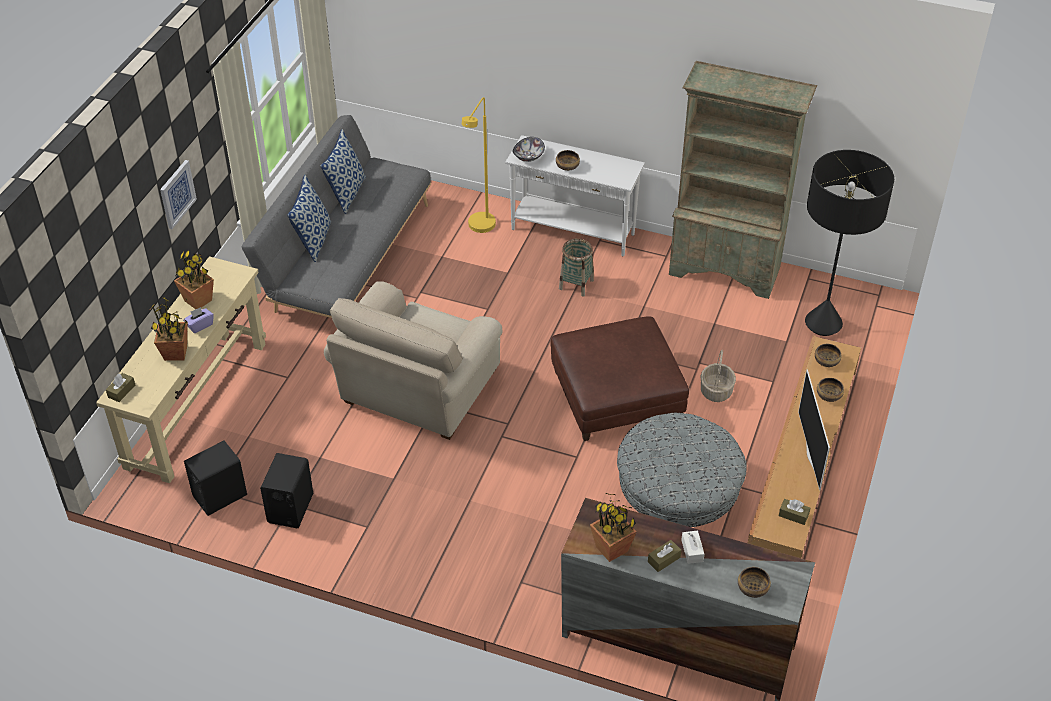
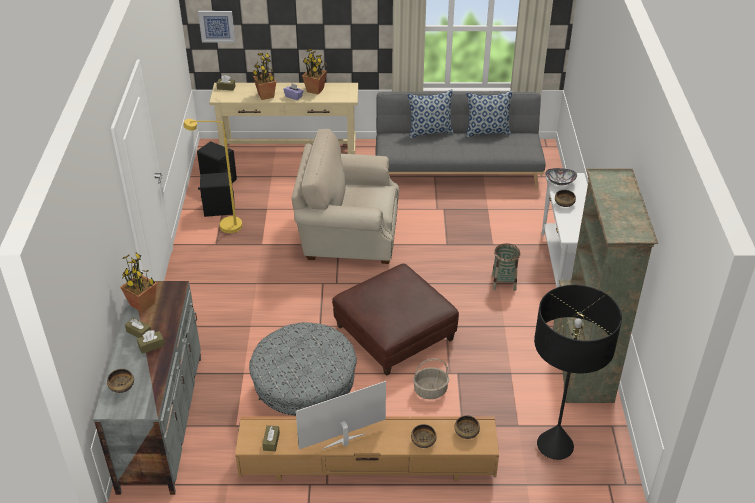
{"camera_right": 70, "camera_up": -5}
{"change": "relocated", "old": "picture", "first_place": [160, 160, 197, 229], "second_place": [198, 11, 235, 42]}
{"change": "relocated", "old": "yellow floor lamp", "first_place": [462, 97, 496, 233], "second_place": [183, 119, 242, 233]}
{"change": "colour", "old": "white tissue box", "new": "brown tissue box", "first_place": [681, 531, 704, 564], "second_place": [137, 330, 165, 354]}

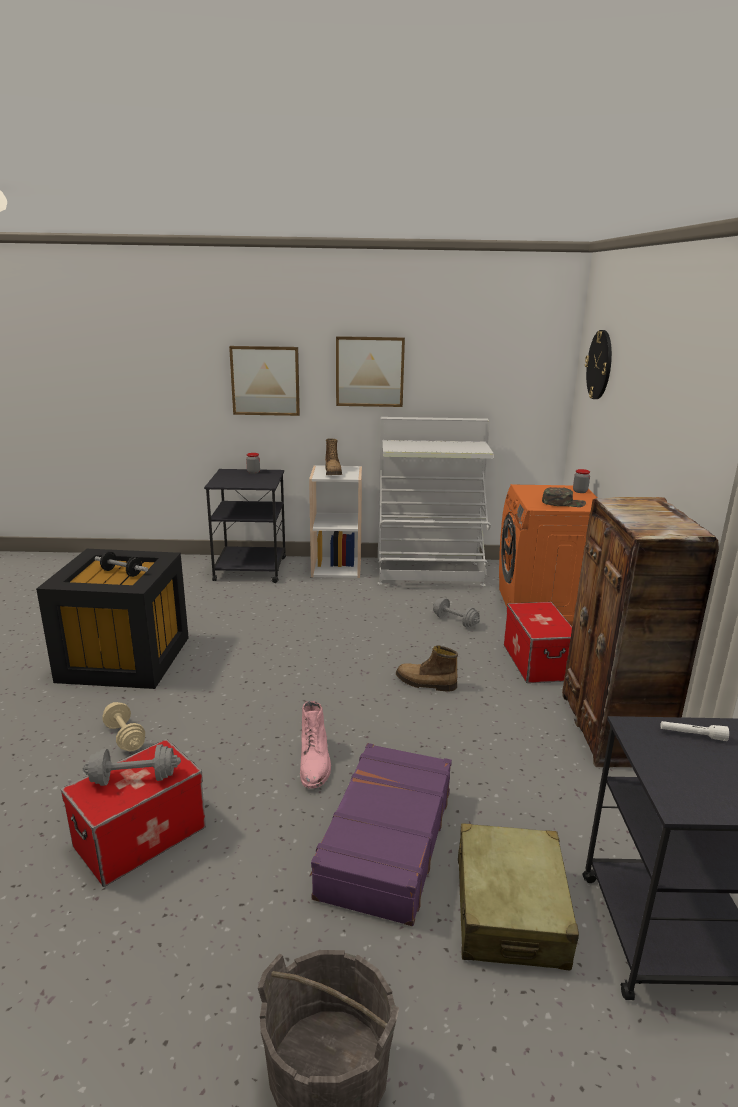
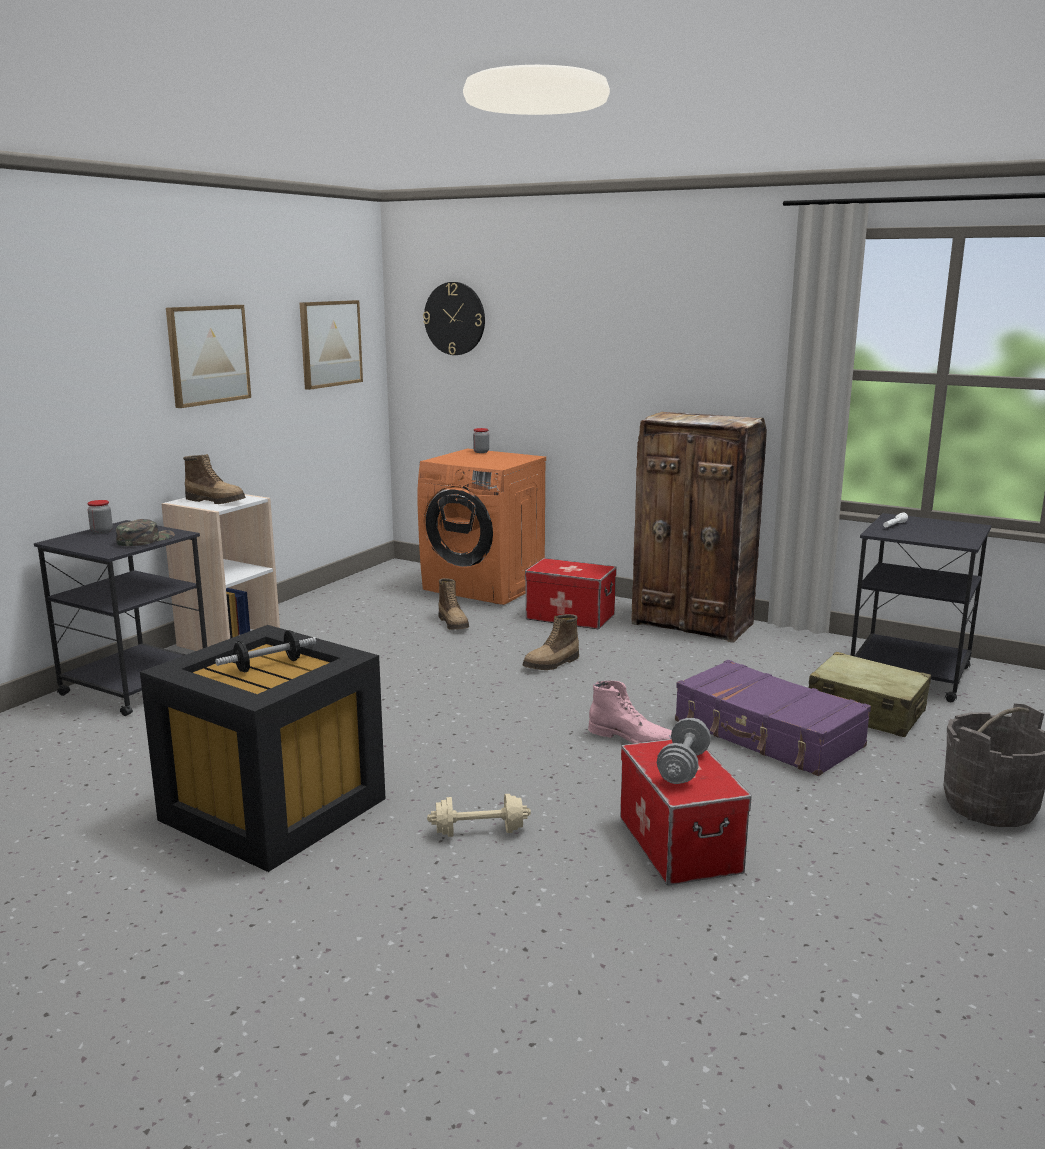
{"camera_right": -60, "camera_up": -5}
{"change": "relocated", "old": "picture", "first_place": [229, 346, 300, 416], "second_place": [300, 300, 363, 390]}
{"change": "missing", "old": "white shoe rack", "first_place": [378, 417, 494, 586]}
{"change": "exchanged", "old": "grey dumbbell", "new": "boot", "first_place": [433, 598, 480, 628], "second_place": [438, 578, 469, 630]}
{"change": "relocated", "old": "green cap", "first_place": [542, 487, 586, 507], "second_place": [116, 519, 175, 546]}

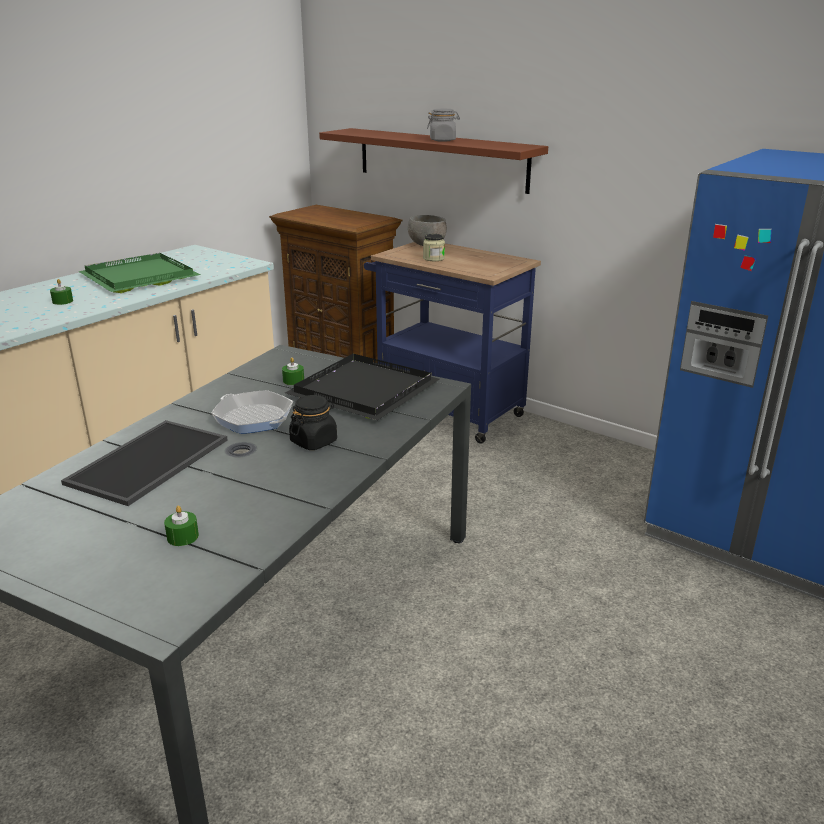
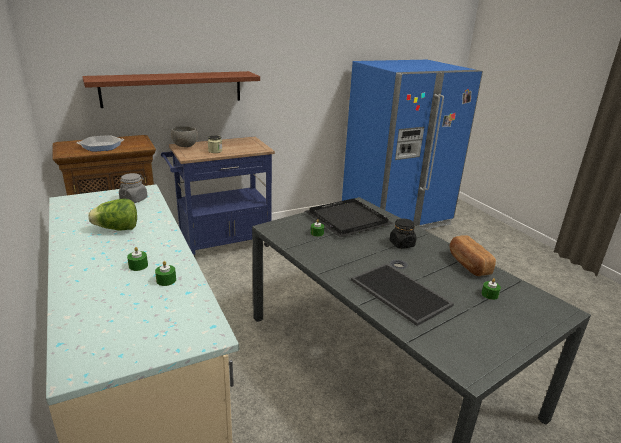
{"camera_right": -65, "camera_up": 0}
{"change": "exchanged", "old": "green tray", "new": "lettuce", "first_place": [78, 253, 201, 293], "second_place": [88, 198, 137, 230]}
{"change": "relocated", "old": "frying pan", "first_place": [211, 390, 293, 434], "second_place": [77, 135, 124, 152]}
{"change": "relocated", "old": "grey jar", "first_place": [427, 109, 460, 142], "second_place": [119, 173, 148, 203]}
{"change": "appeared", "new": "green candle", "second_place": [155, 261, 176, 286]}
{"change": "appeared", "new": "bread", "second_place": [449, 235, 496, 276]}

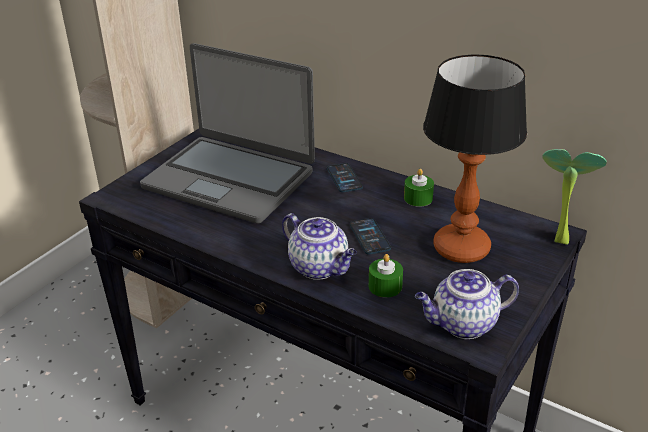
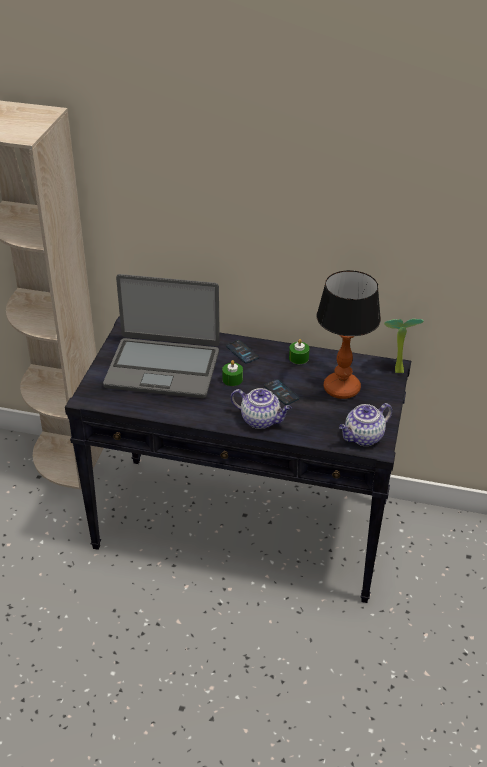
{"camera_right": -20, "camera_up": 5}
{"change": "relocated", "old": "green candle", "first_place": [369, 254, 403, 297], "second_place": [222, 360, 243, 386]}

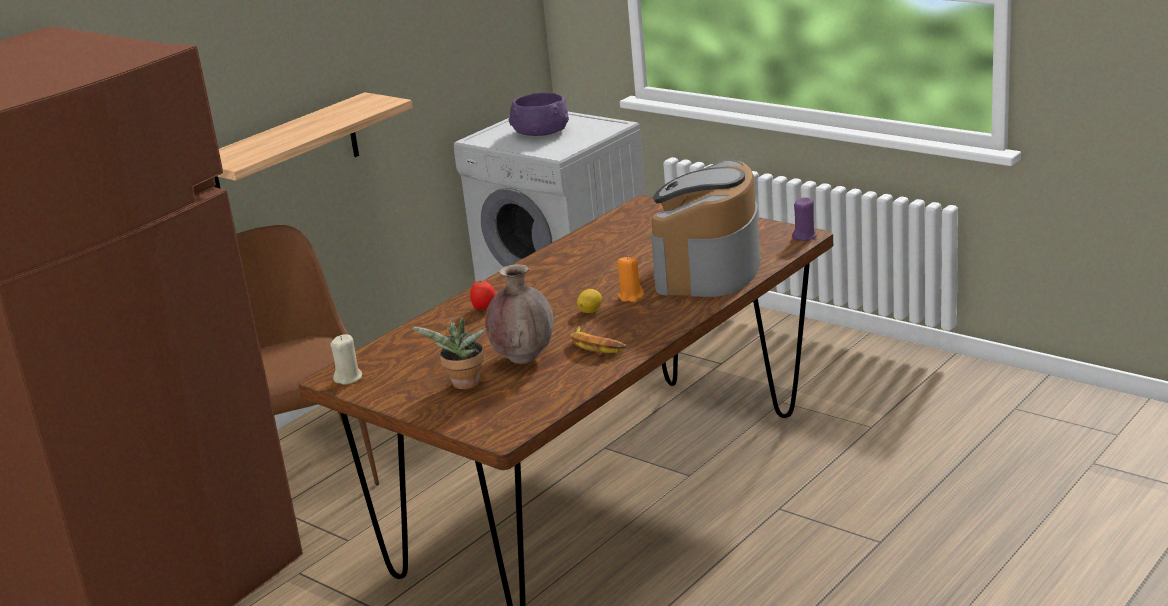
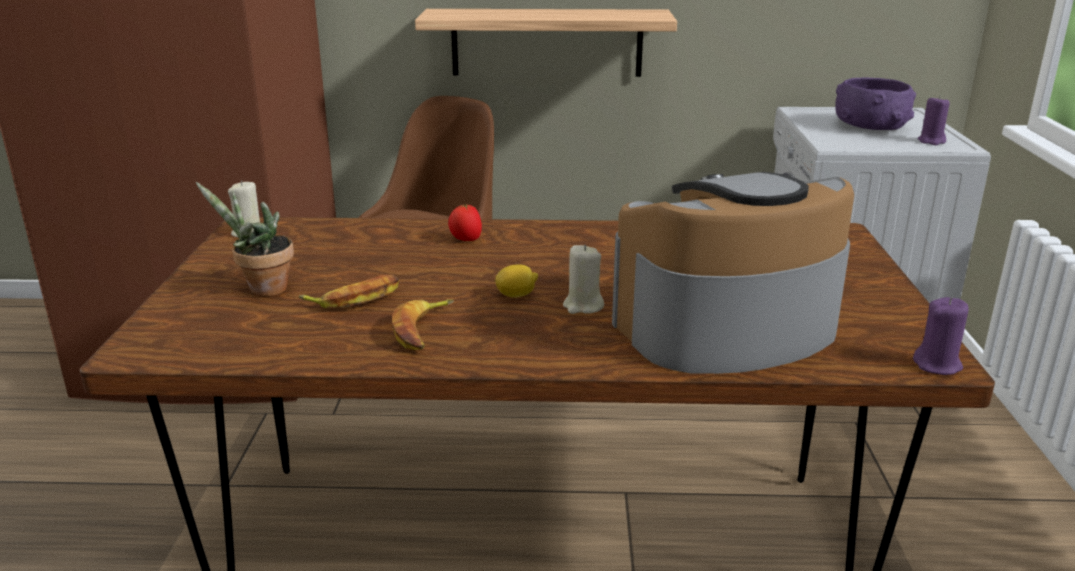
{"camera_right": 50, "camera_up": 0}
{"change": "exchanged", "old": "brown vase", "new": "banana", "first_place": [485, 264, 553, 364], "second_place": [299, 274, 399, 308]}
{"change": "colour", "old": "orange candle", "new": "beige candle", "first_place": [618, 256, 644, 302], "second_place": [563, 245, 604, 314]}
{"change": "appeared", "new": "purple candle", "second_place": [918, 96, 950, 145]}

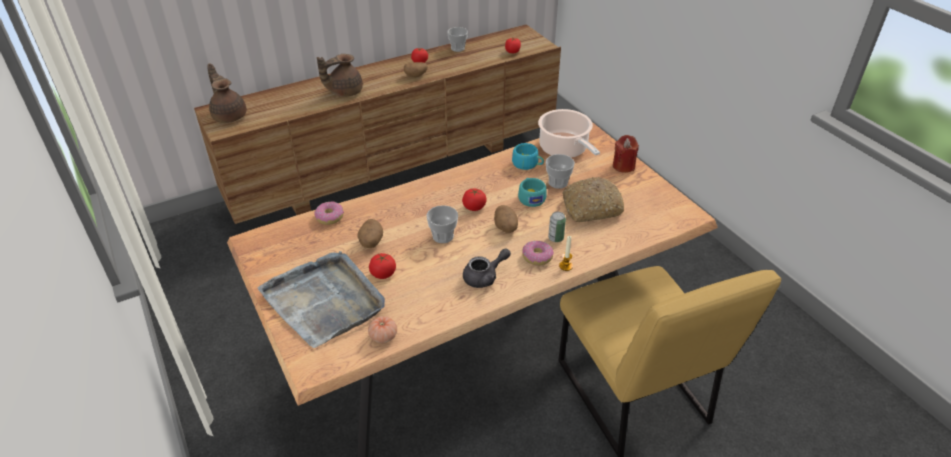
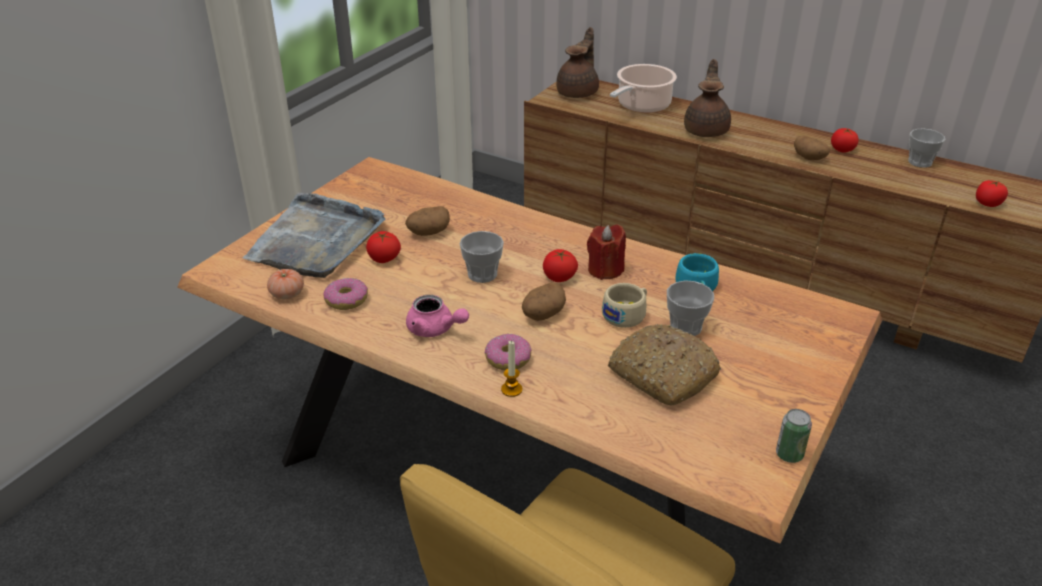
{"camera_right": 60, "camera_up": -5}
{"change": "relocated", "old": "donut", "first_place": [314, 201, 344, 225], "second_place": [323, 278, 368, 310]}
{"change": "spun", "old": "brown teapot", "first_place": [317, 54, 363, 97], "second_place": [684, 59, 731, 137], "degrees": 75}
{"change": "colour", "old": "grey teapot", "new": "pink teapot", "first_place": [463, 248, 511, 288], "second_place": [406, 295, 469, 337]}
{"change": "colour", "old": "turquoise cup", "new": "beige cup", "first_place": [518, 178, 547, 207], "second_place": [602, 283, 647, 328]}
{"change": "relocated", "old": "cooking pot", "first_place": [538, 109, 600, 158], "second_place": [610, 64, 677, 113]}
{"change": "relocated", "old": "can", "first_place": [548, 212, 566, 242], "second_place": [776, 409, 812, 463]}
{"change": "relocated", "old": "red candle", "first_place": [613, 135, 639, 173], "second_place": [587, 224, 626, 280]}

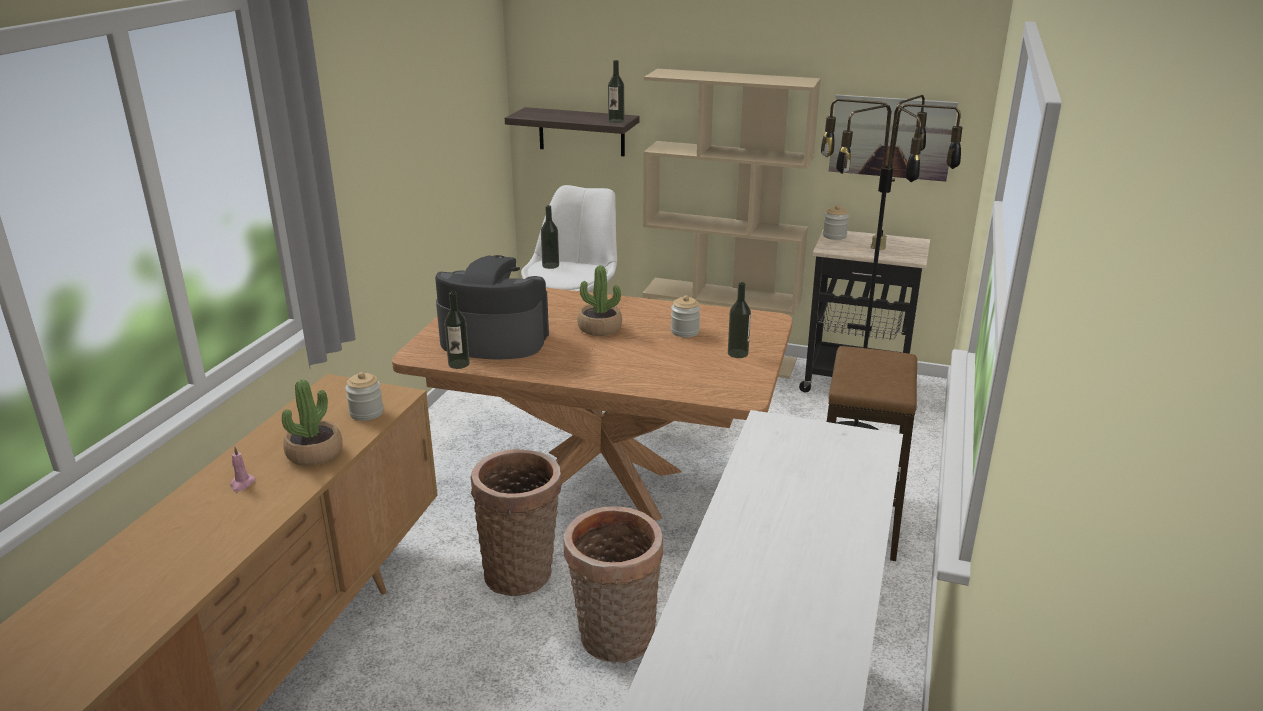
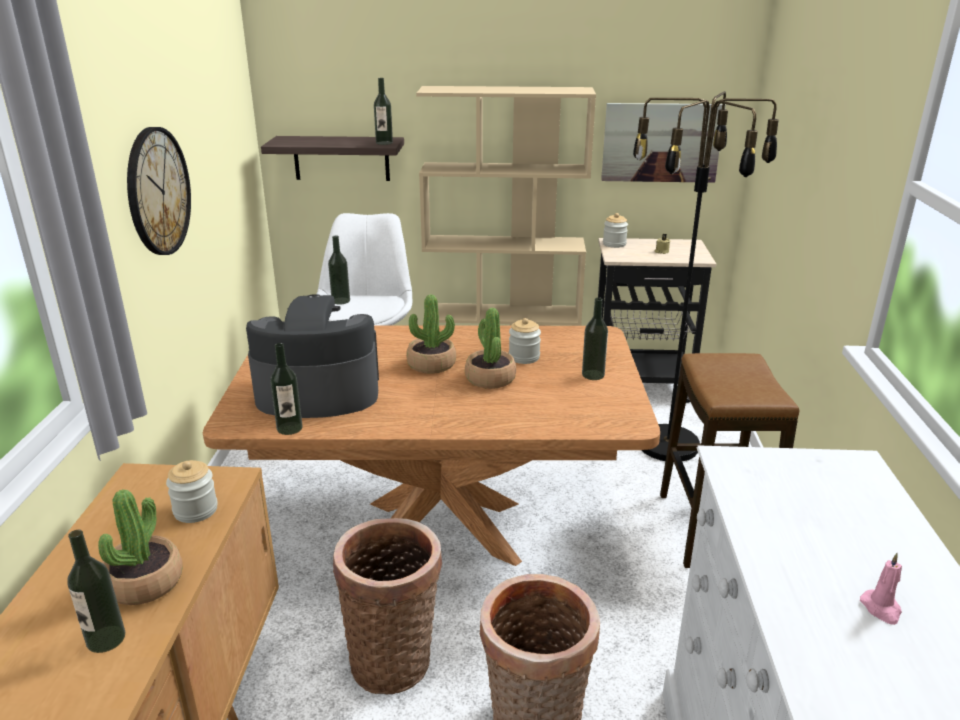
{"camera_right": -15, "camera_up": 0}
{"change": "relocated", "old": "pink candle", "first_place": [230, 447, 256, 492], "second_place": [860, 553, 902, 625]}
{"change": "appeared", "new": "bottle", "second_place": [67, 530, 125, 653]}
{"change": "appeared", "new": "wall clock", "second_place": [127, 127, 191, 255]}
{"change": "appeared", "new": "potted plant", "second_place": [465, 308, 516, 389]}

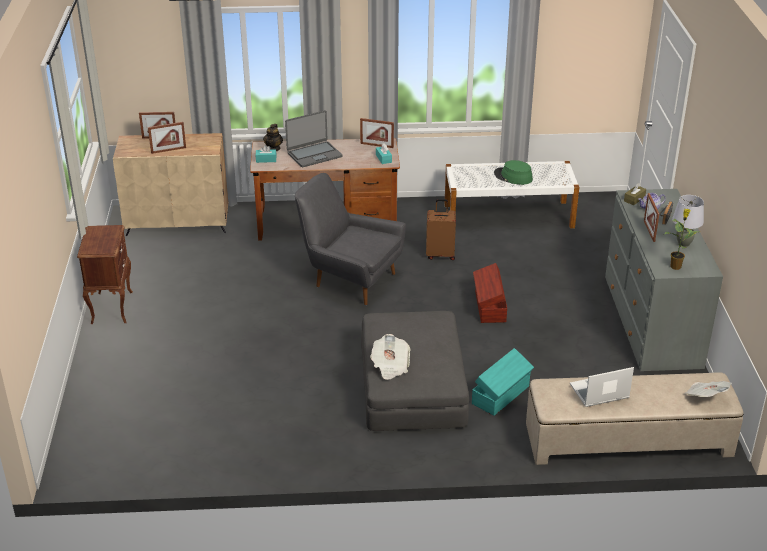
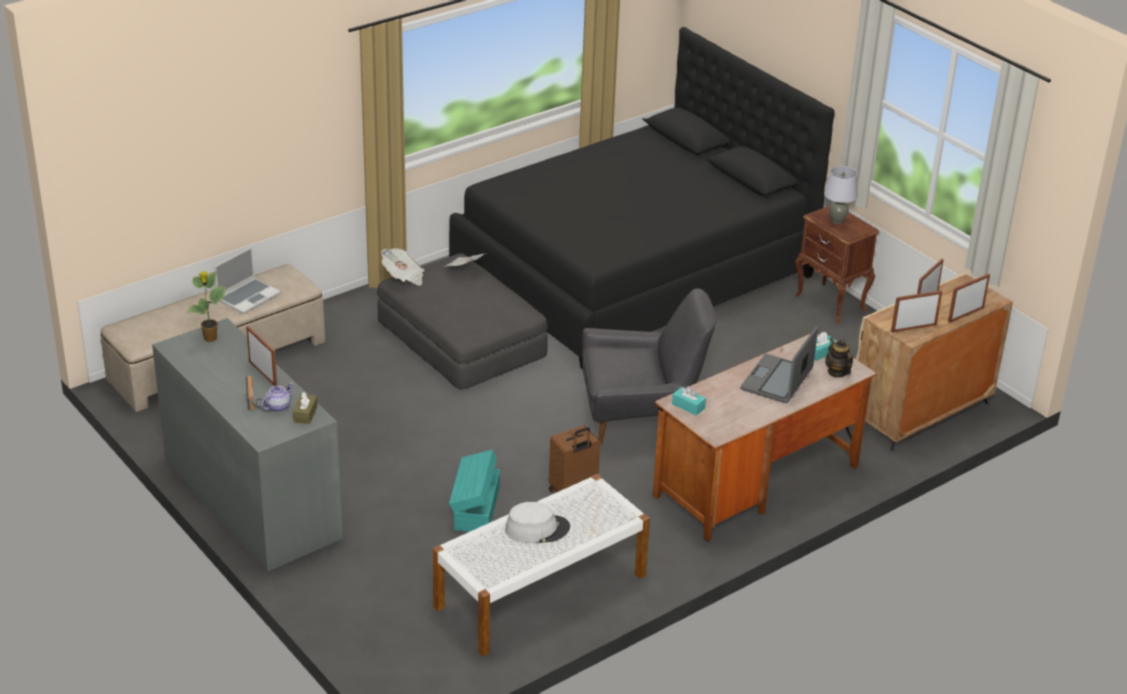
{"camera_right": 145, "camera_up": 0}
{"change": "relocated", "old": "picture frame", "first_place": [360, 118, 394, 148], "second_place": [891, 290, 942, 333]}
{"change": "relocated", "old": "turquoise storage box", "first_place": [472, 348, 534, 416], "second_place": [449, 450, 500, 532]}
{"change": "missing", "old": "brown storage box", "first_place": [473, 263, 507, 323]}
{"change": "colour", "old": "green hat", "new": "grey hat", "first_place": [494, 160, 533, 185], "second_place": [505, 502, 570, 543]}
{"change": "relocated", "old": "grey table lamp", "first_place": [672, 195, 704, 247], "second_place": [824, 166, 858, 224]}
{"change": "relocated", "old": "newspaper", "first_place": [684, 381, 732, 397], "second_place": [381, 248, 424, 286]}
{"change": "appeared", "new": "black bed", "second_place": [449, 27, 835, 369]}

